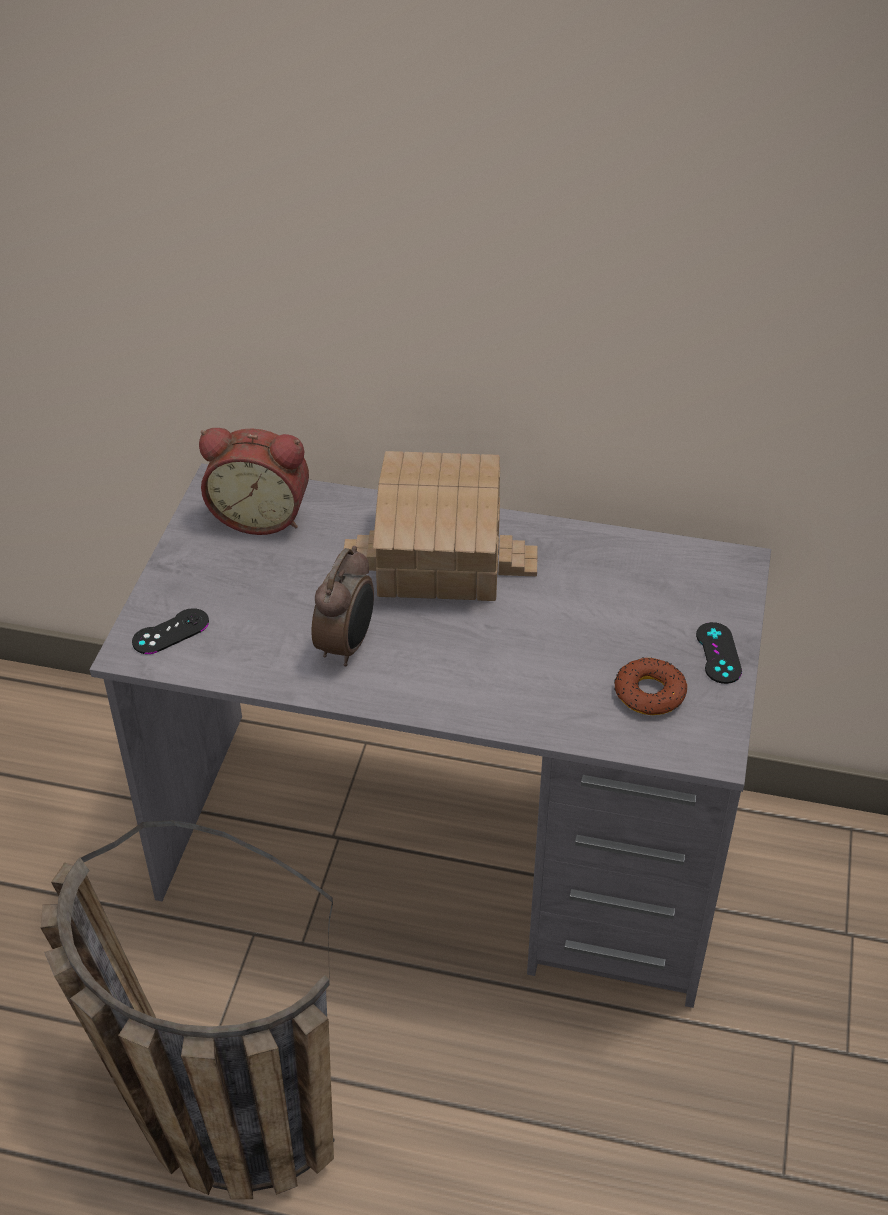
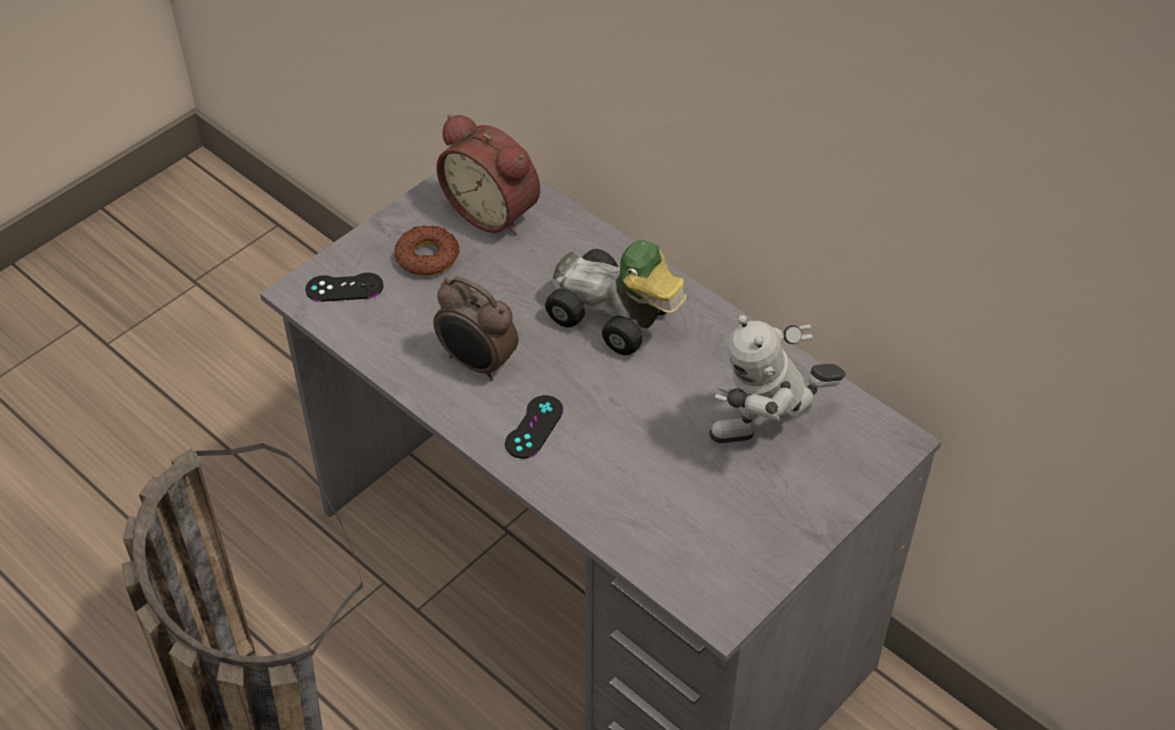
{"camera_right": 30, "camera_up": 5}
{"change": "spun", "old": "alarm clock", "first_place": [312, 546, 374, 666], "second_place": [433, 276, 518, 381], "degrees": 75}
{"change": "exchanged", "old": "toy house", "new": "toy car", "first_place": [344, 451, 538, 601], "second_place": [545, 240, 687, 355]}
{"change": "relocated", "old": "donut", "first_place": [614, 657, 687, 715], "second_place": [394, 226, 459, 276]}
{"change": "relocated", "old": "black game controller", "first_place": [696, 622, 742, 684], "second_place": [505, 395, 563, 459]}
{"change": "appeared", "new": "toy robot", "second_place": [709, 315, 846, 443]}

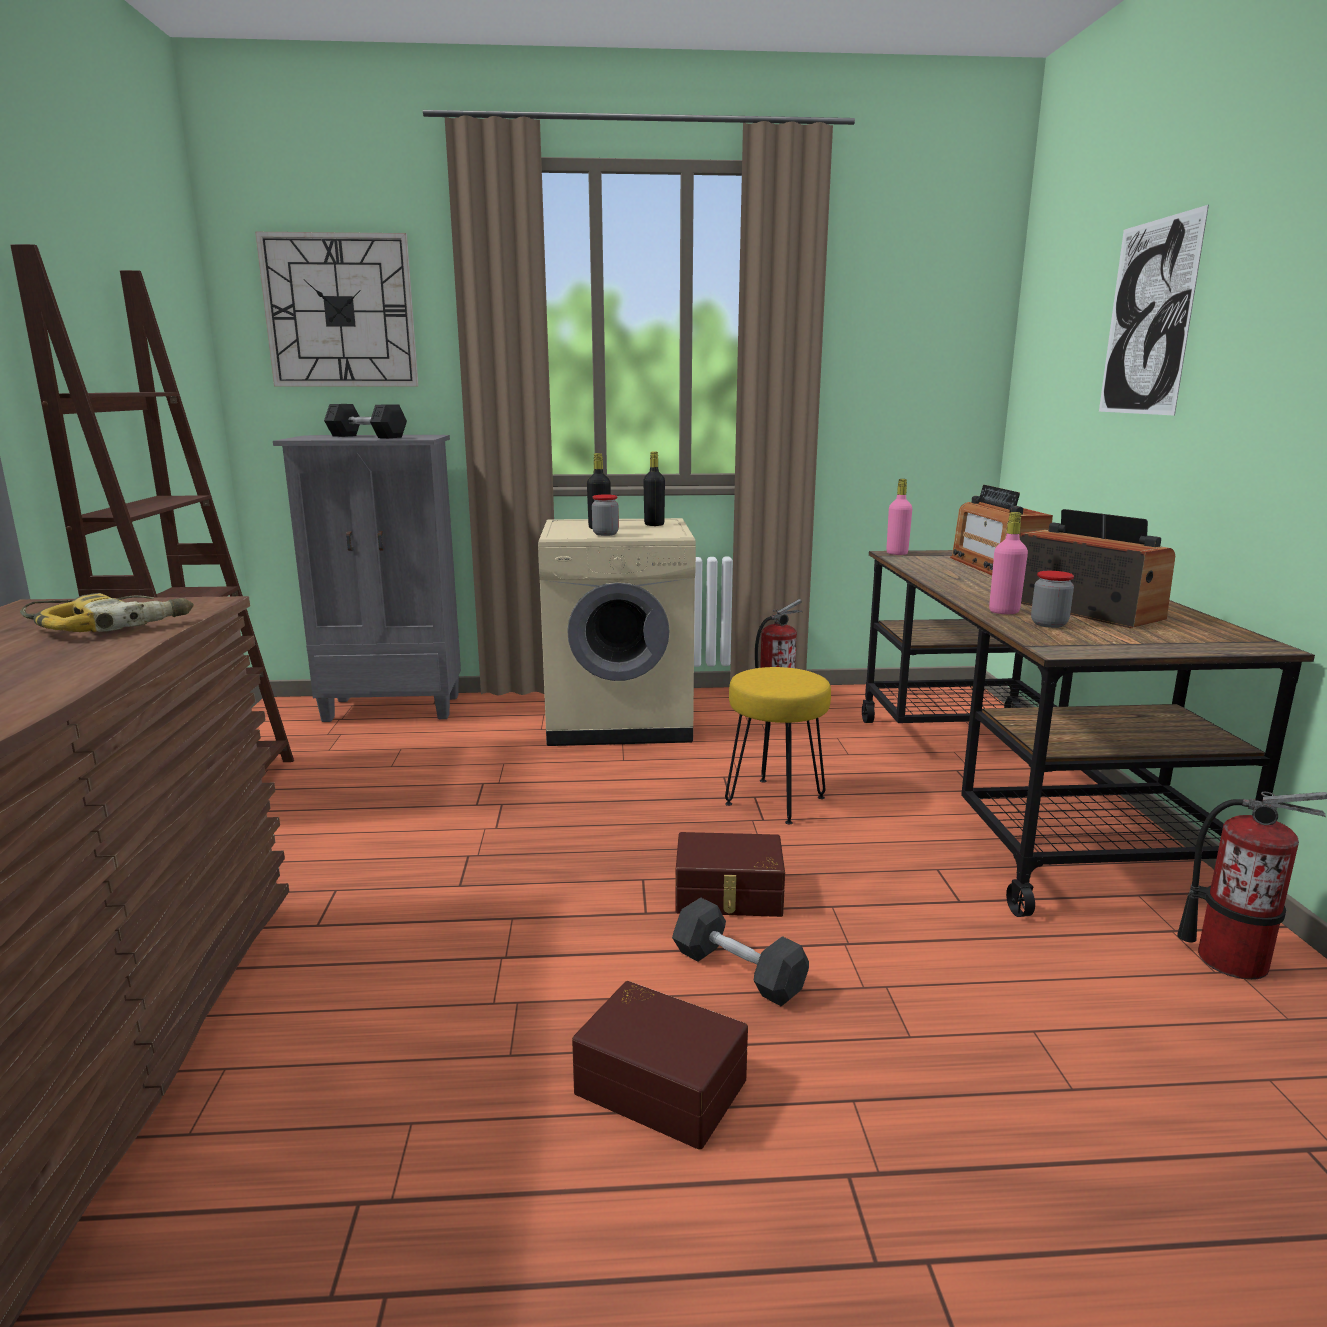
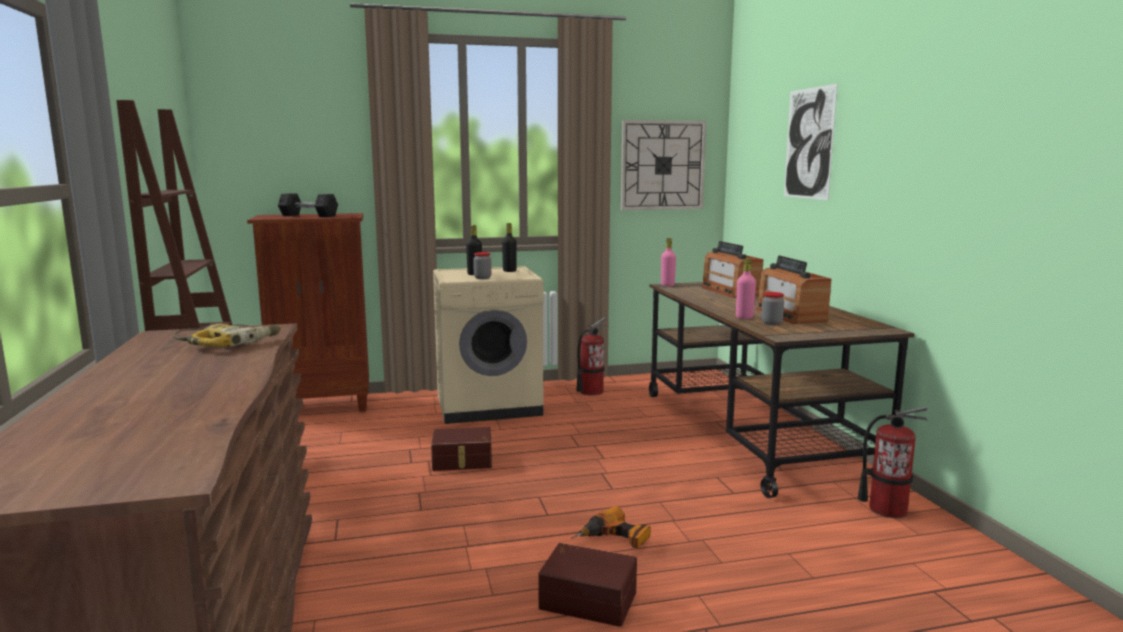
{"camera_right": -10, "camera_up": -5}
{"change": "relocated", "old": "wall clock", "first_place": [255, 232, 419, 386], "second_place": [621, 120, 706, 210]}
{"change": "colour", "old": "grey cabinet", "new": "brown cabinet", "first_place": [273, 435, 461, 722], "second_place": [247, 213, 369, 412]}
{"change": "exchanged", "old": "grey dumbbell", "new": "power drill", "first_place": [672, 898, 809, 1006], "second_place": [571, 506, 651, 549]}
{"change": "relocated", "old": "brown storage box", "first_place": [675, 832, 785, 917], "second_place": [431, 427, 492, 471]}
{"change": "missing", "old": "yellow stool", "first_place": [725, 667, 831, 824]}
{"change": "spun", "old": "radio", "first_place": [1020, 509, 1175, 628], "second_place": [756, 255, 831, 324], "degrees": -150}

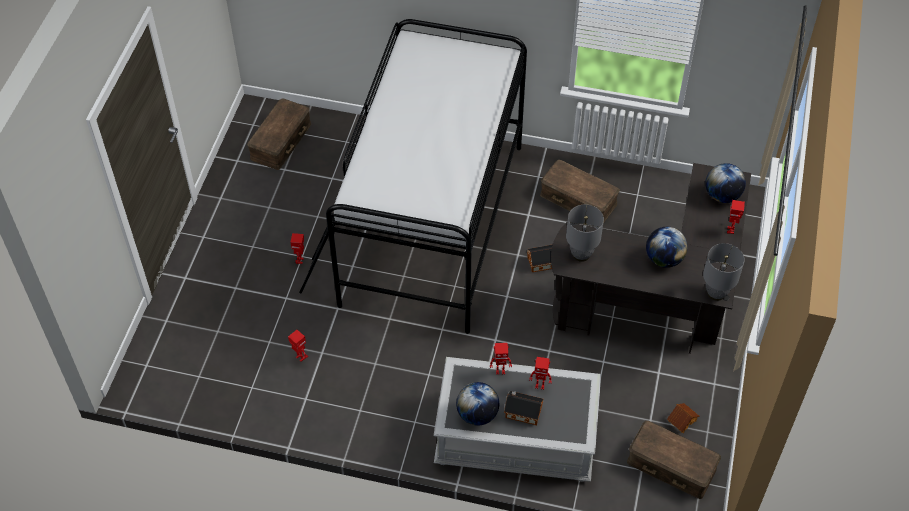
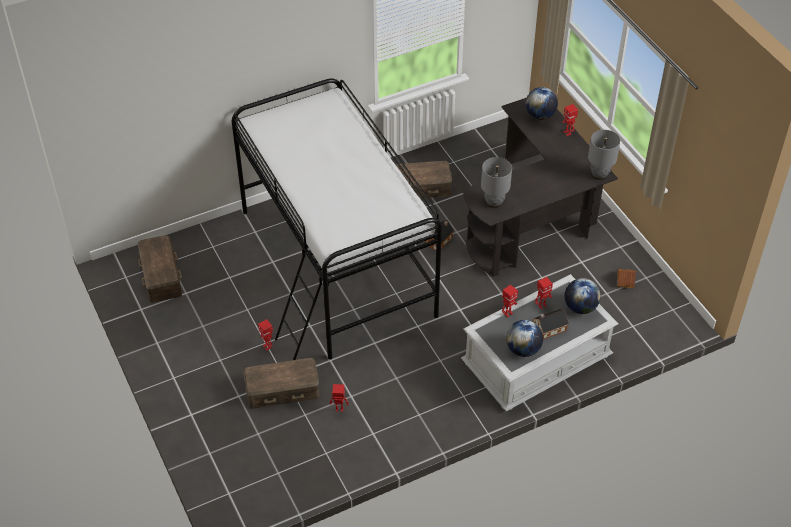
{"camera_right": -40, "camera_up": -5}
{"change": "relocated", "old": "brown storage box", "first_place": [627, 421, 721, 499], "second_place": [243, 358, 320, 409]}
{"change": "relocated", "old": "globe", "first_place": [646, 227, 688, 268], "second_place": [564, 278, 601, 314]}

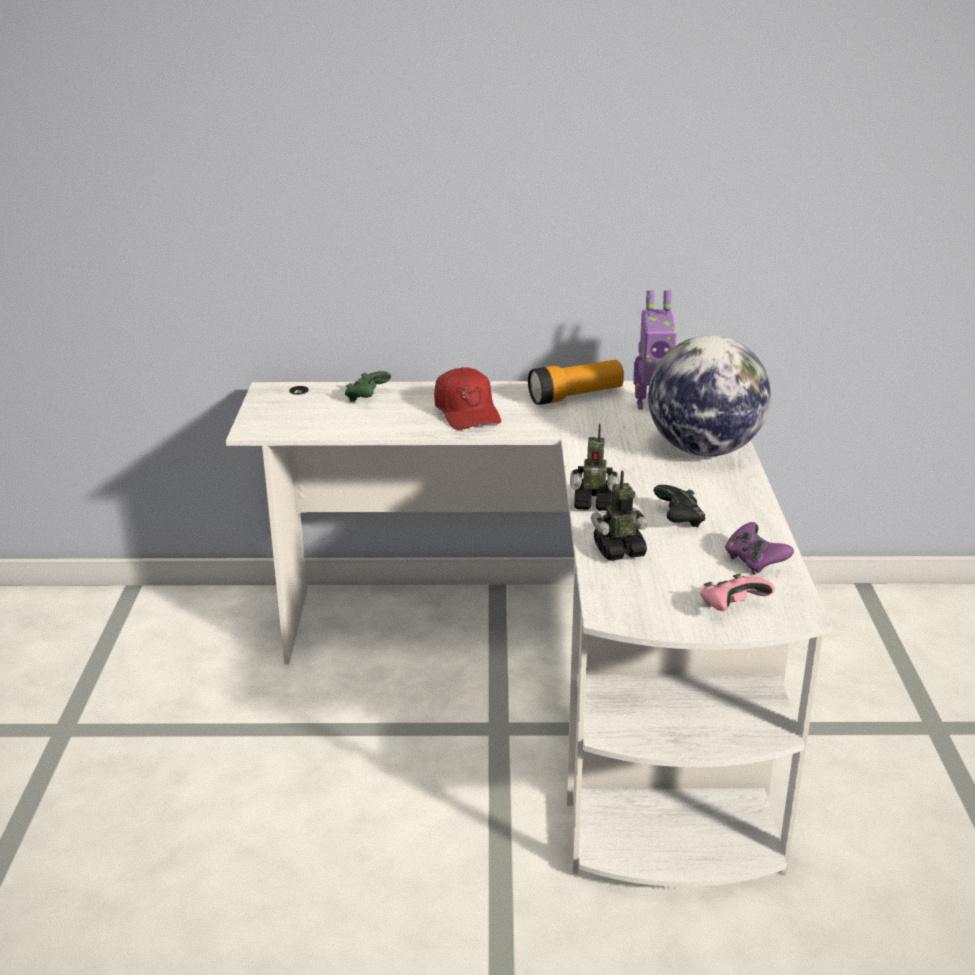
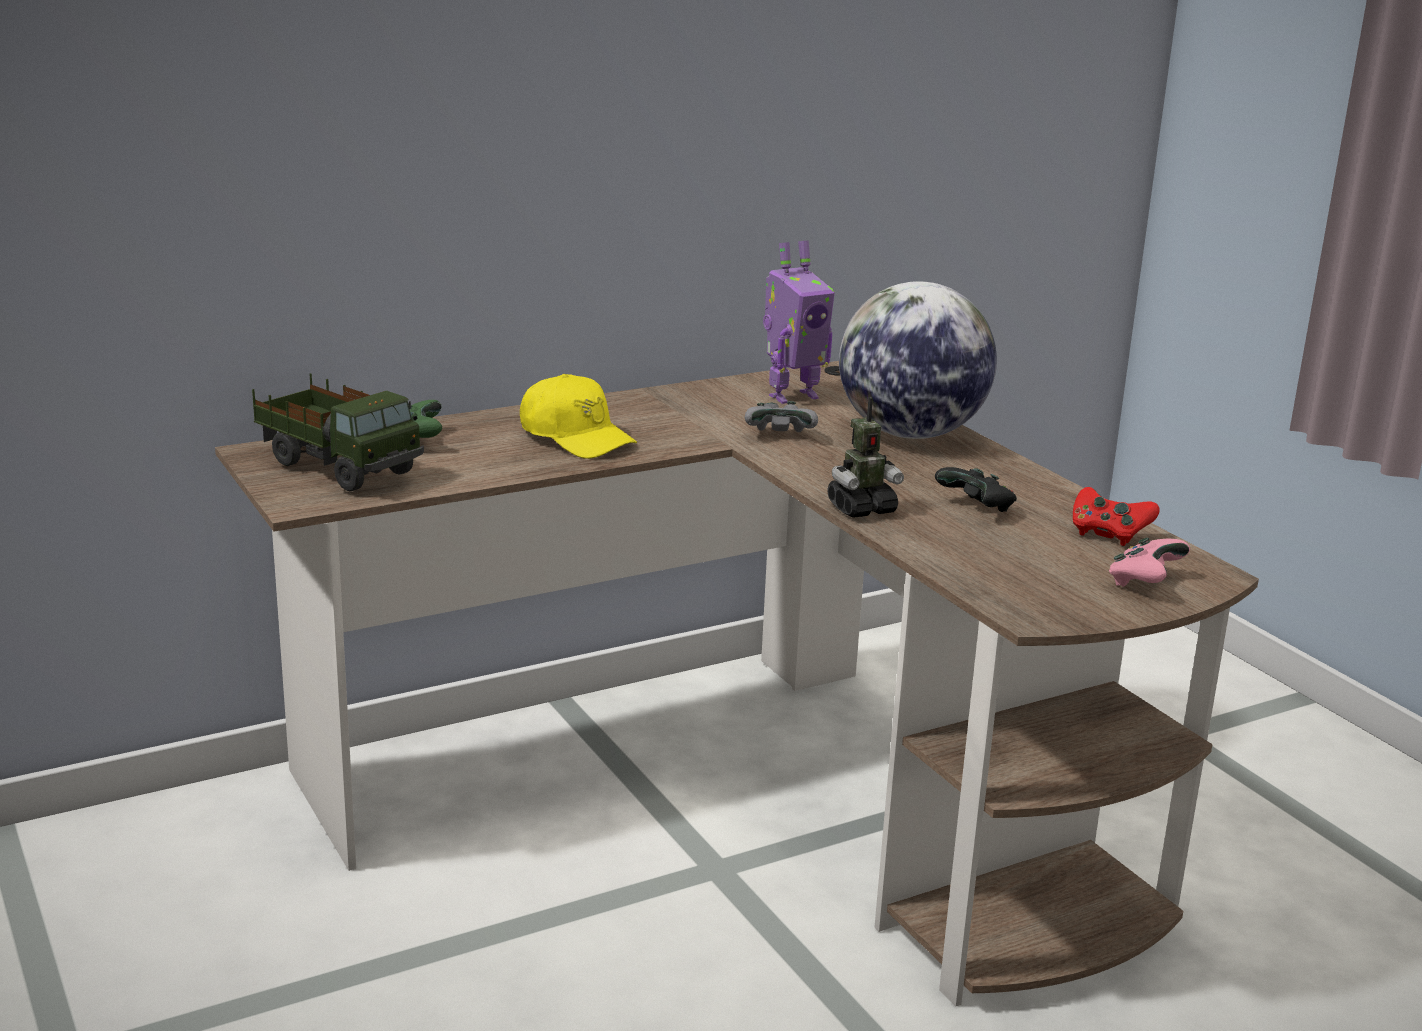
{"camera_right": -30, "camera_up": -5}
{"change": "colour", "old": "white desk", "new": "brown desk", "first_place": [226, 381, 832, 887], "second_place": [215, 361, 1259, 1006]}
{"change": "colour", "old": "red cap", "new": "yellow cap", "first_place": [434, 367, 501, 430], "second_place": [520, 374, 637, 459]}
{"change": "missing", "old": "flashlight", "first_place": [528, 360, 624, 405]}
{"change": "missing", "old": "toy robot", "first_place": [591, 471, 647, 561]}
{"change": "colour", "old": "purple game controller", "new": "red game controller", "first_place": [725, 522, 794, 575], "second_place": [1073, 487, 1160, 546]}
{"change": "appeared", "new": "toy truck", "second_place": [252, 373, 424, 491]}
{"change": "appeared", "new": "grey game controller", "second_place": [745, 401, 818, 432]}

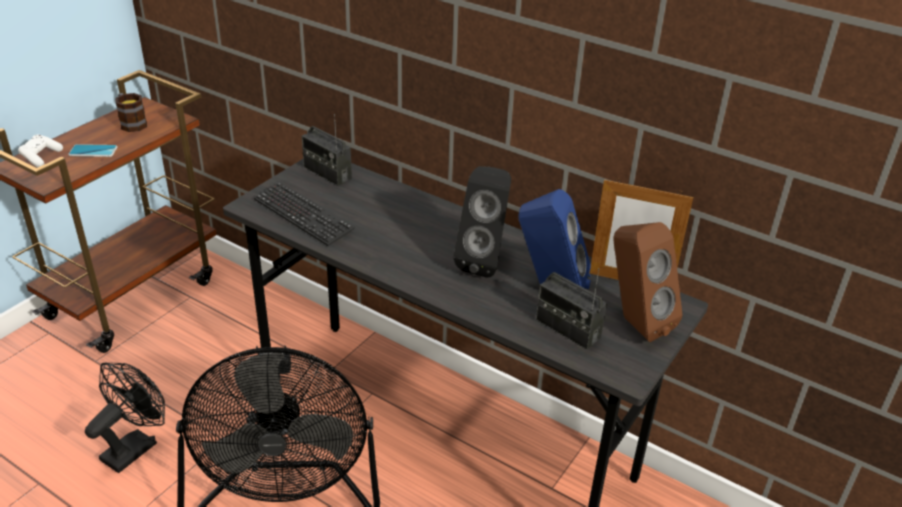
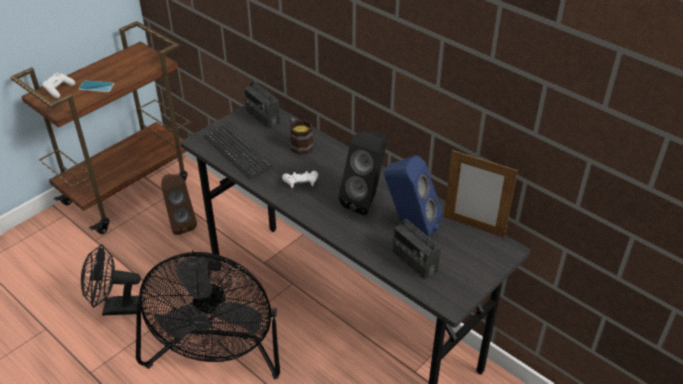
{"camera_right": 10, "camera_up": 5}
{"change": "spun", "old": "black fan", "first_place": [85, 362, 165, 473], "second_place": [81, 244, 141, 316], "degrees": -135}
{"change": "relocated", "old": "mug", "first_place": [115, 93, 147, 132], "second_place": [290, 118, 313, 155]}
{"change": "relocated", "old": "brown speaker", "first_place": [614, 222, 683, 342], "second_place": [161, 174, 197, 235]}
{"change": "appeared", "new": "white game controller", "second_place": [282, 171, 318, 188]}

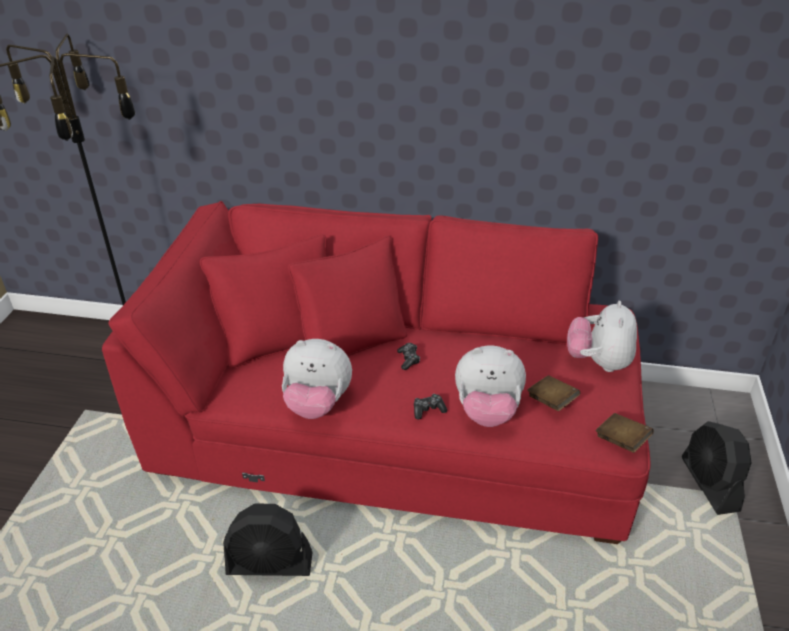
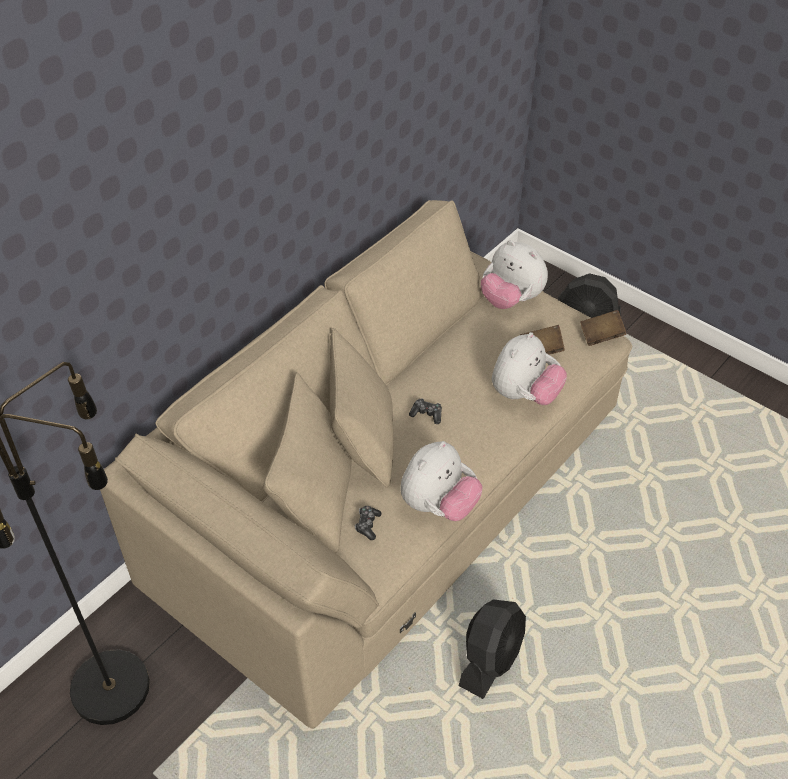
{"camera_right": -60, "camera_up": 10}
{"change": "colour", "old": "red sofa", "new": "beige sofa", "first_place": [102, 201, 650, 544], "second_place": [100, 200, 632, 729]}
{"change": "relocated", "old": "game controller", "first_place": [414, 394, 447, 420], "second_place": [355, 506, 382, 540]}

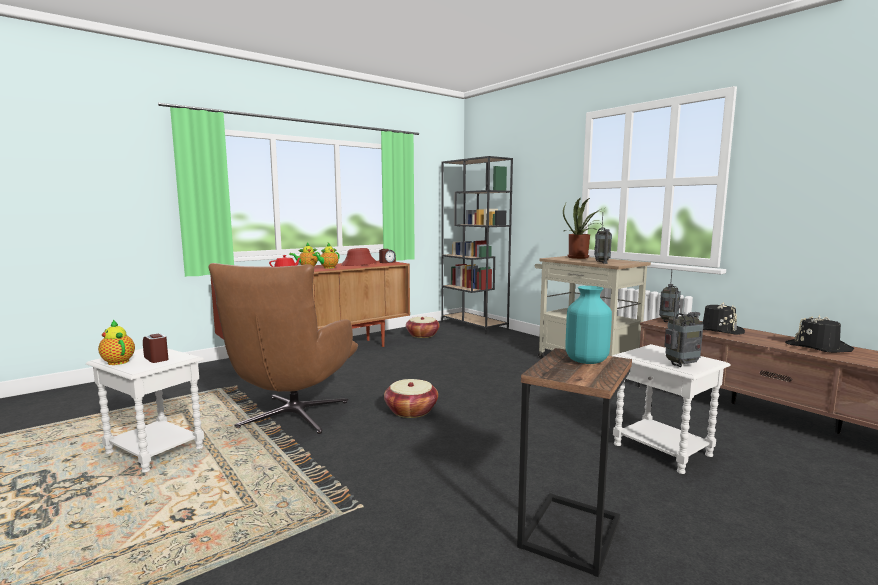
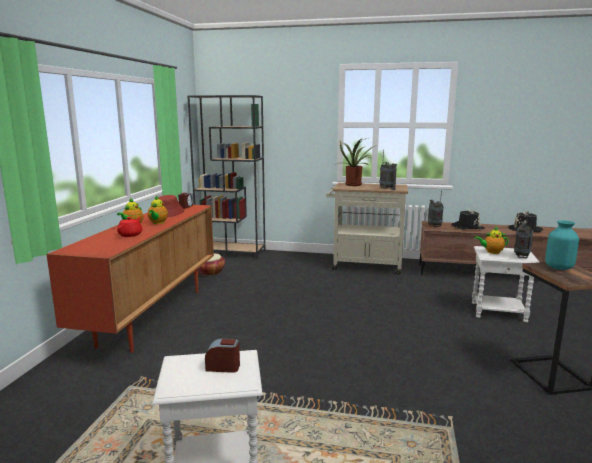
{"camera_right": -40, "camera_up": 5}
{"change": "relocated", "old": "teapot", "first_place": [98, 319, 135, 365], "second_place": [475, 227, 509, 254]}
{"change": "missing", "old": "brown armchair", "first_place": [209, 263, 358, 434]}
{"change": "missing", "old": "basket", "first_place": [384, 379, 438, 418]}

